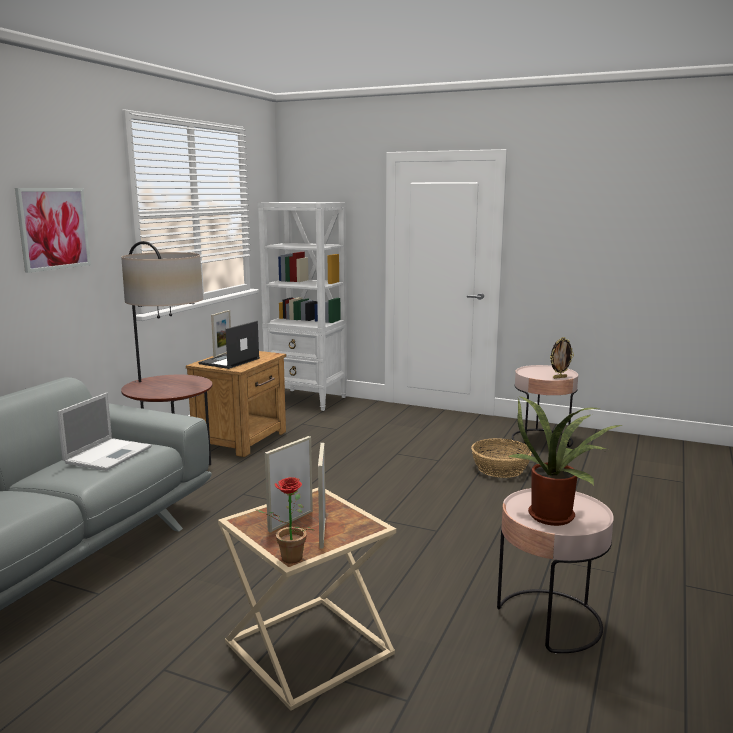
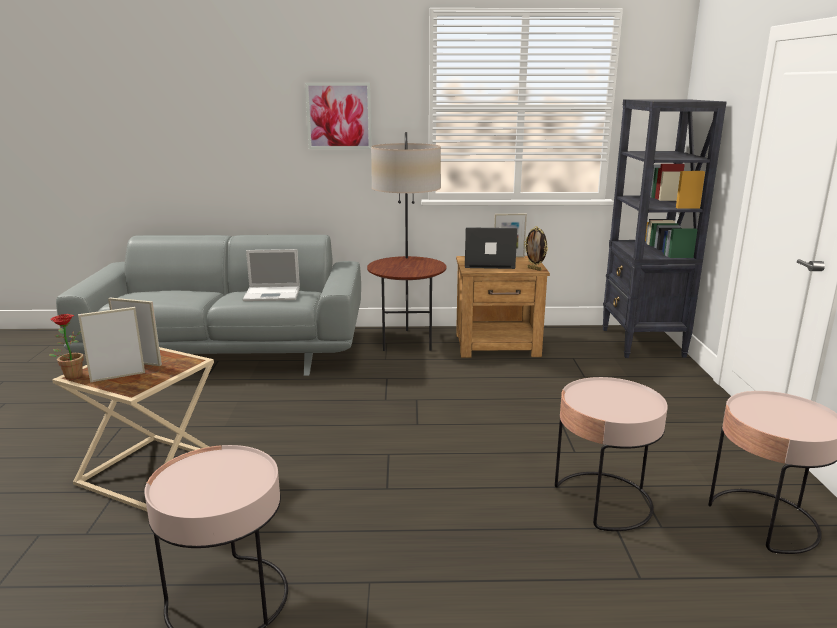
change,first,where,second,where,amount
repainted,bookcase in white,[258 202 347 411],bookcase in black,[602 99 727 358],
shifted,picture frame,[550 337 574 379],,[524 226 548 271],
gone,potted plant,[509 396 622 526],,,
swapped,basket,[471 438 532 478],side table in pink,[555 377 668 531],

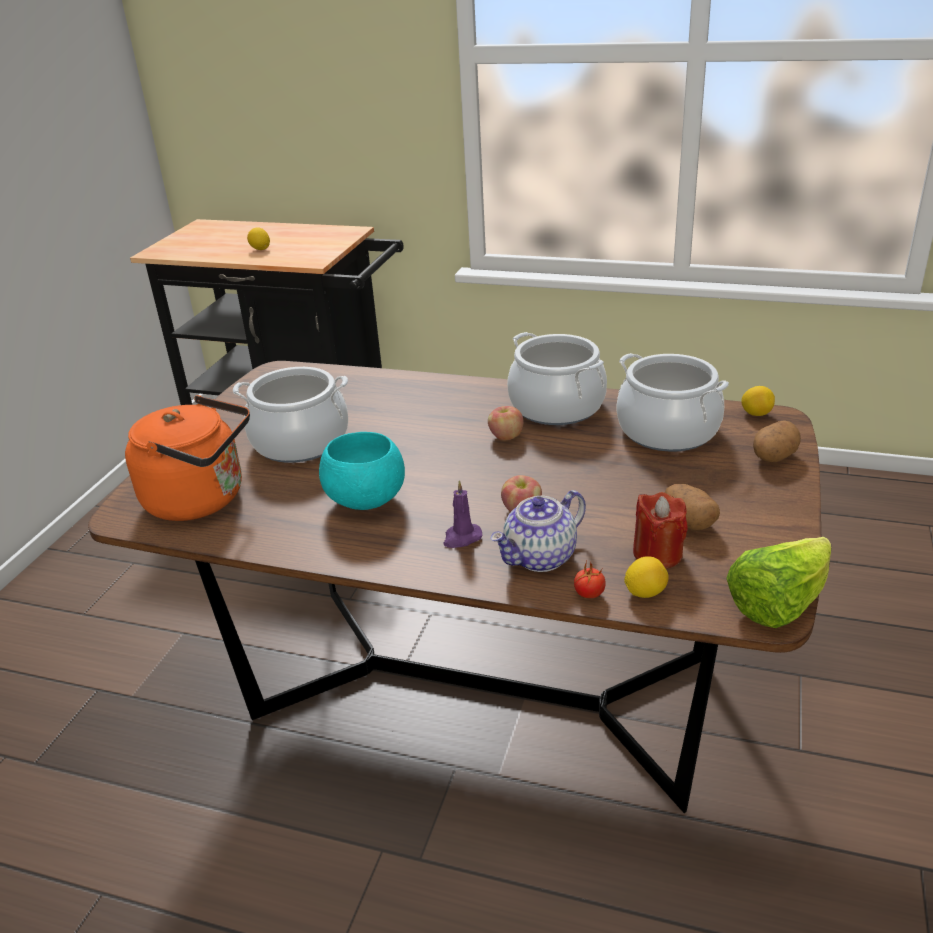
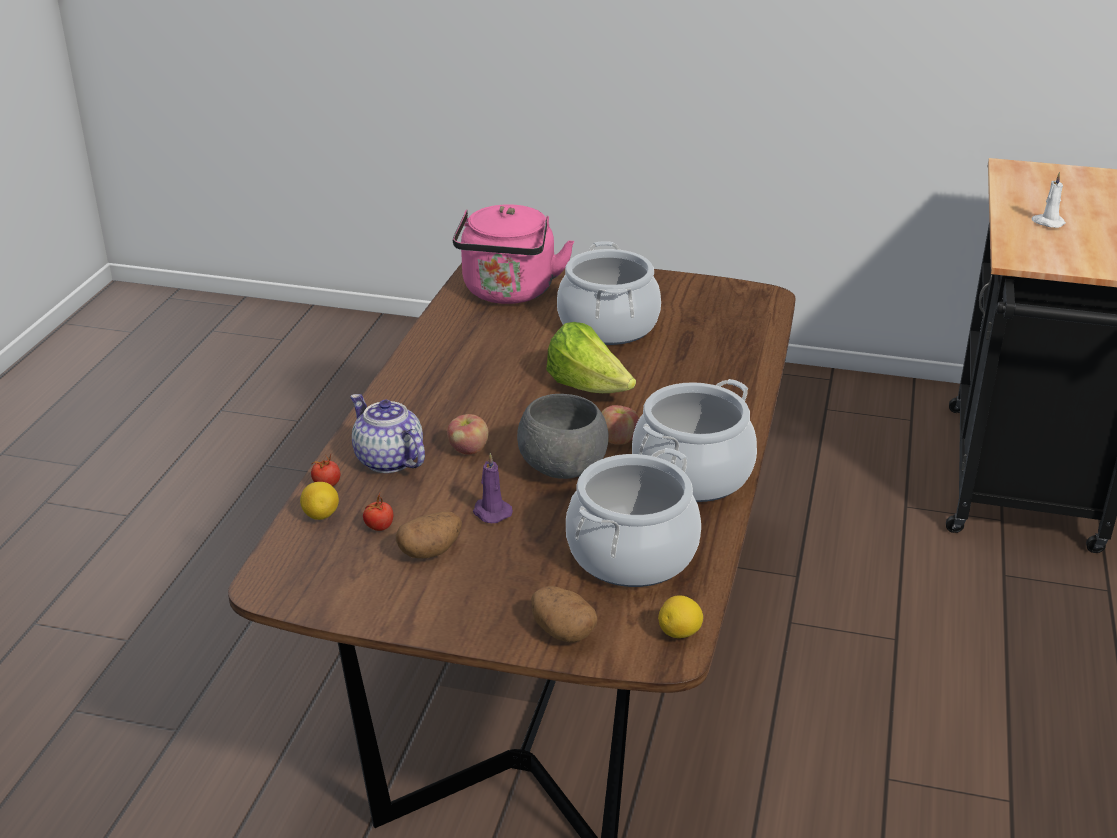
change,first,where,second,where,amount
swapped,lemon,[247 227 270 250],candle in white,[1031 172 1066 228],
repainted,kettle in orange,[125 395 250 521],kettle in pink,[453 204 574 304],
gone,bowl in turquoise,[319 432 405 510],,,
shifted,candle in purple,[443 480 482 548],,[473 453 513 523],
swapped,candle in red,[633 492 688 569],tomato,[363 494 393 531],
shifted,lettuce,[726 537 831 628],,[546 322 636 393],
new,,,bowl in grey,[517 394 609 479],

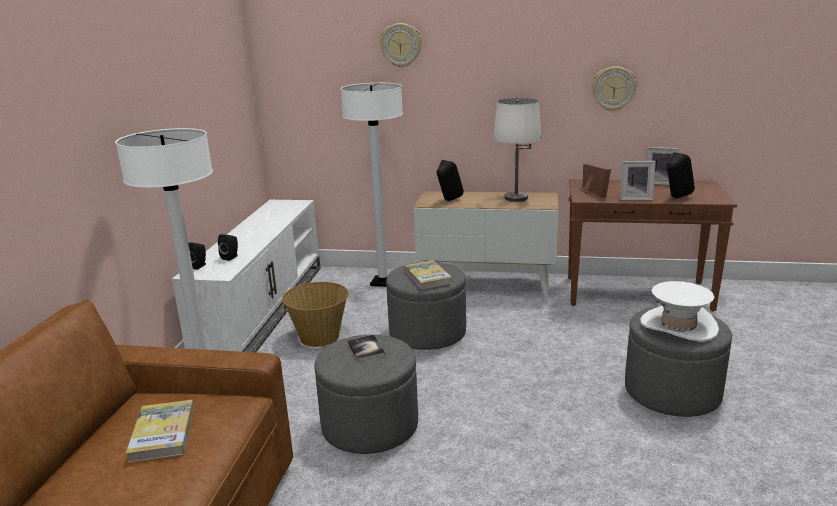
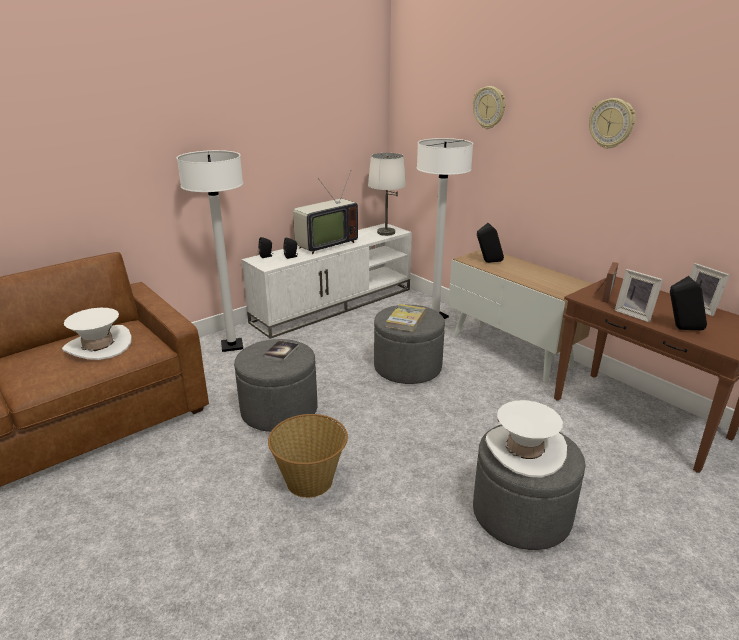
change,first,where,second,where,amount
shifted,wall clock,[592 66 637 112],,[589 98 635 149],
shifted,table lamp in white,[493 98 542 202],,[368 153 406 236],
shifted,basket,[282 282 349 347],,[268 414 348 498],
swapped,book,[126 400 194 463],hat in white,[62 308 132 360],
new,,,television,[293 171 358 254],

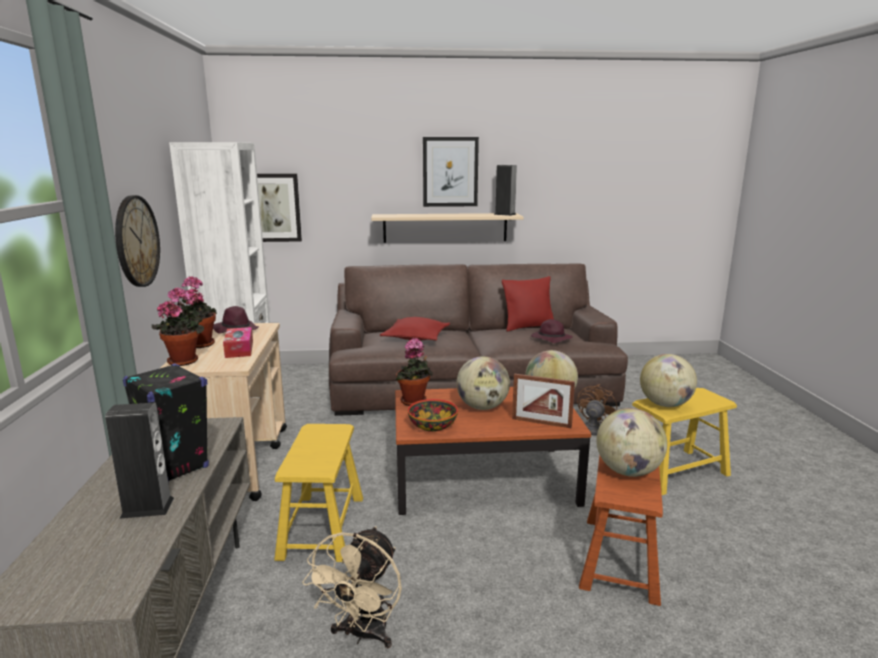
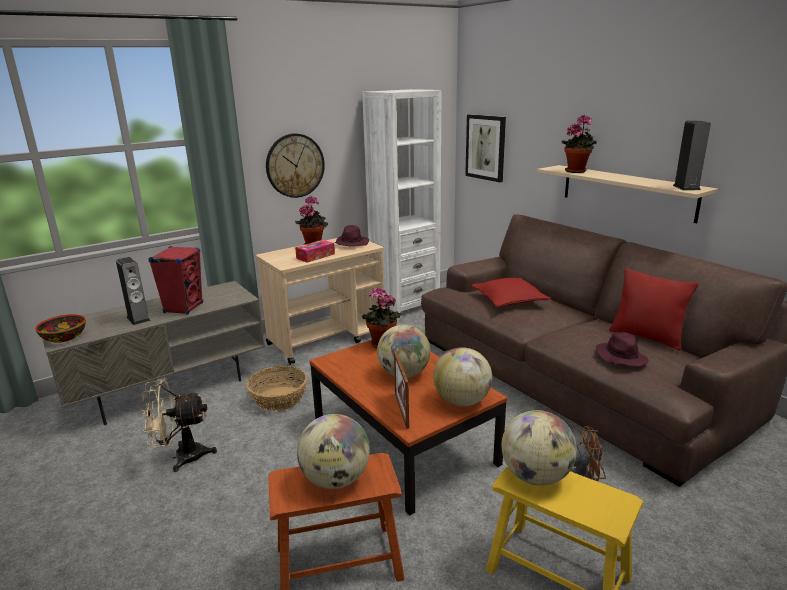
change,first,where,second,where,amount
gone,picture,[423 137 479 207],,,
shifted,potted plant,[152 287 204 366],,[561 115 597 173],
repainted,speaker in black,[123 364 209 481],speaker in red,[148 246 203 314],
shifted,bowl,[408 399 458 432],,[35 314 86 343],
swapped,stool in yellow,[274 424 363 562],basket,[247 366 307 411],

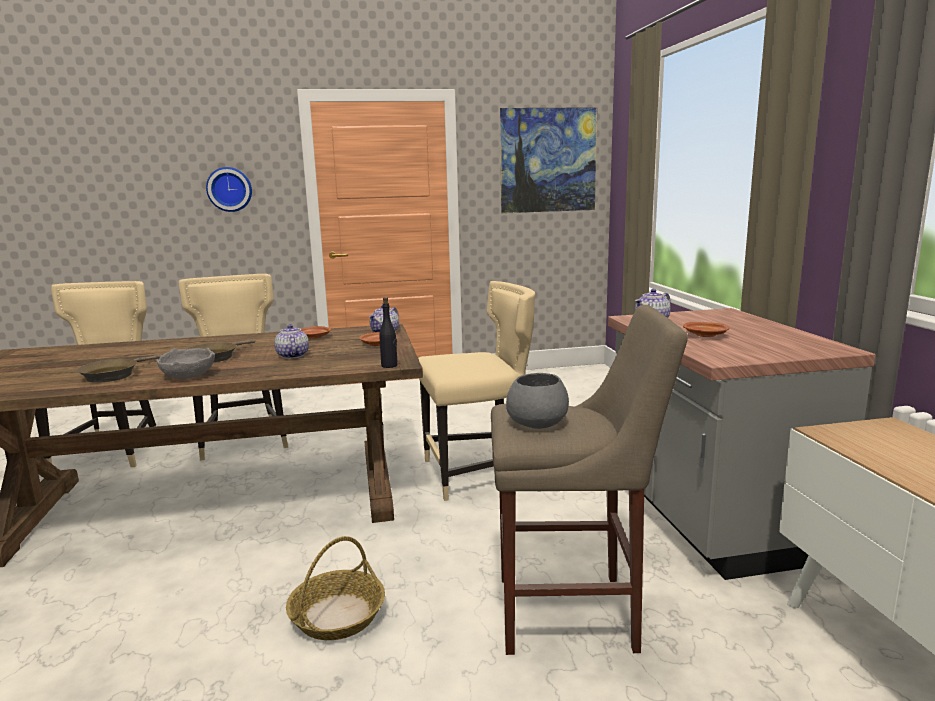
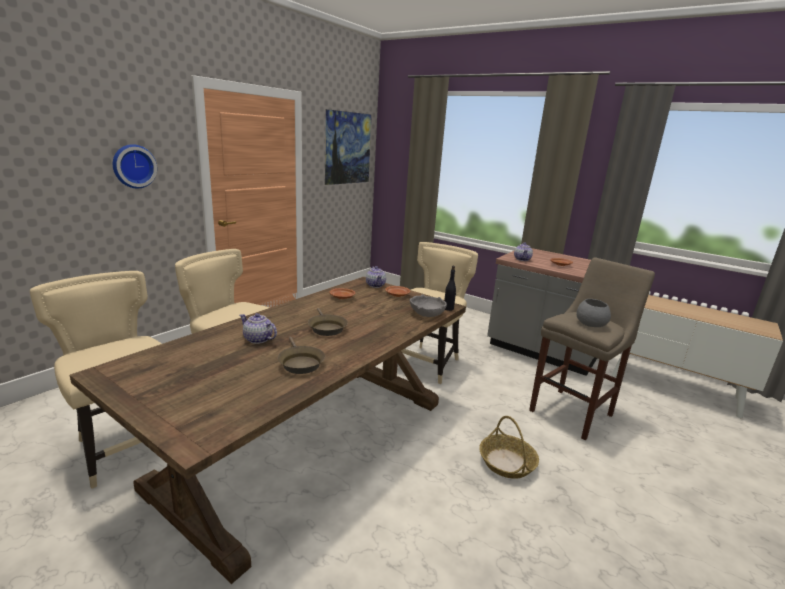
change,first,where,second,where,amount
shifted,teapot,[274 324 309 359],,[240 313 277 344],
shifted,bowl in grey,[156 348 215 378],,[410 294 447 317],

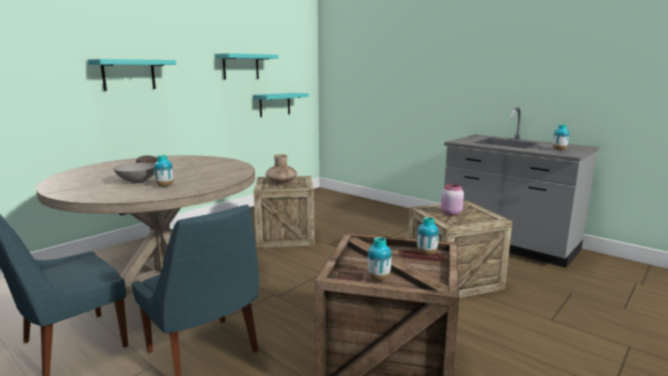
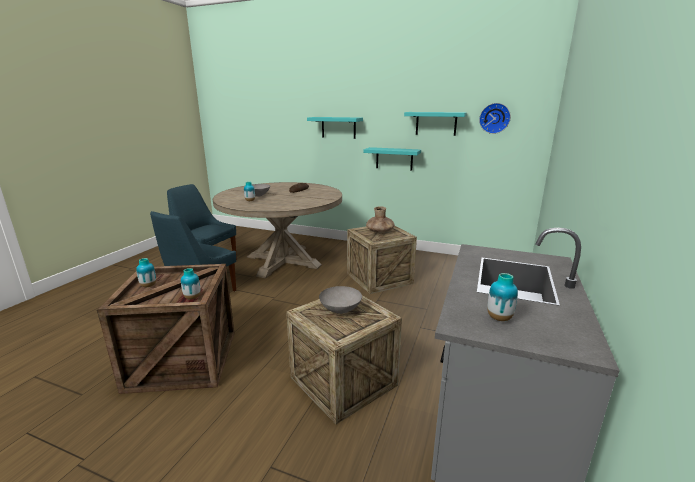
change,first,where,second,where,amount
shifted,shelf in turquoise,[253 93 309 117],,[363 147 421 170],
swapped,jar in pink,[441 184 464 215],bowl in grey,[319 286 362 314],
new,,,wall clock,[479 103 511 134],

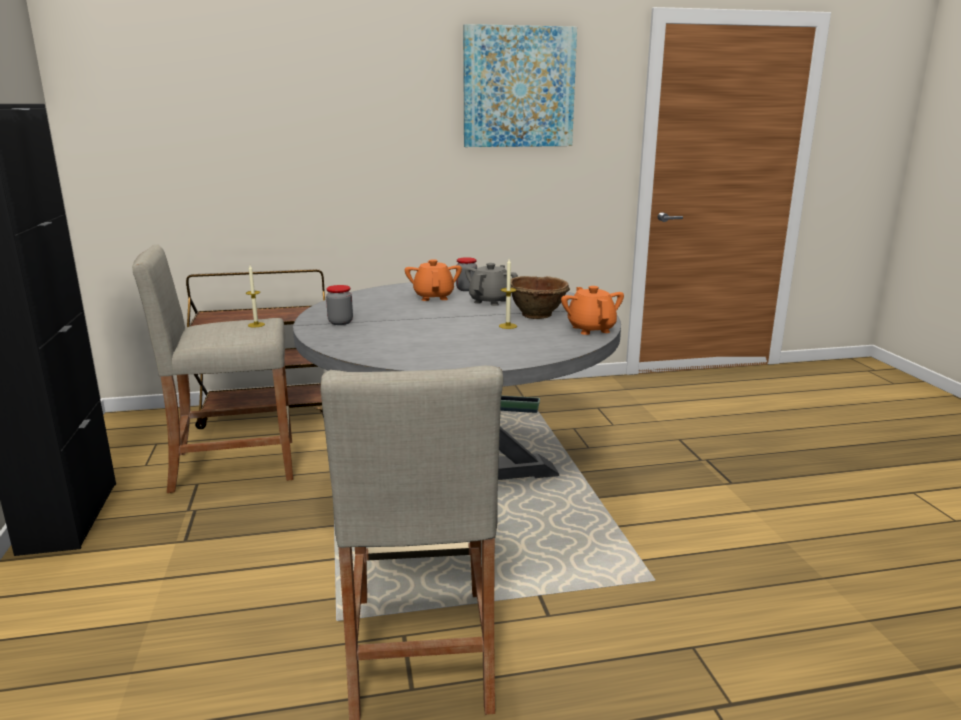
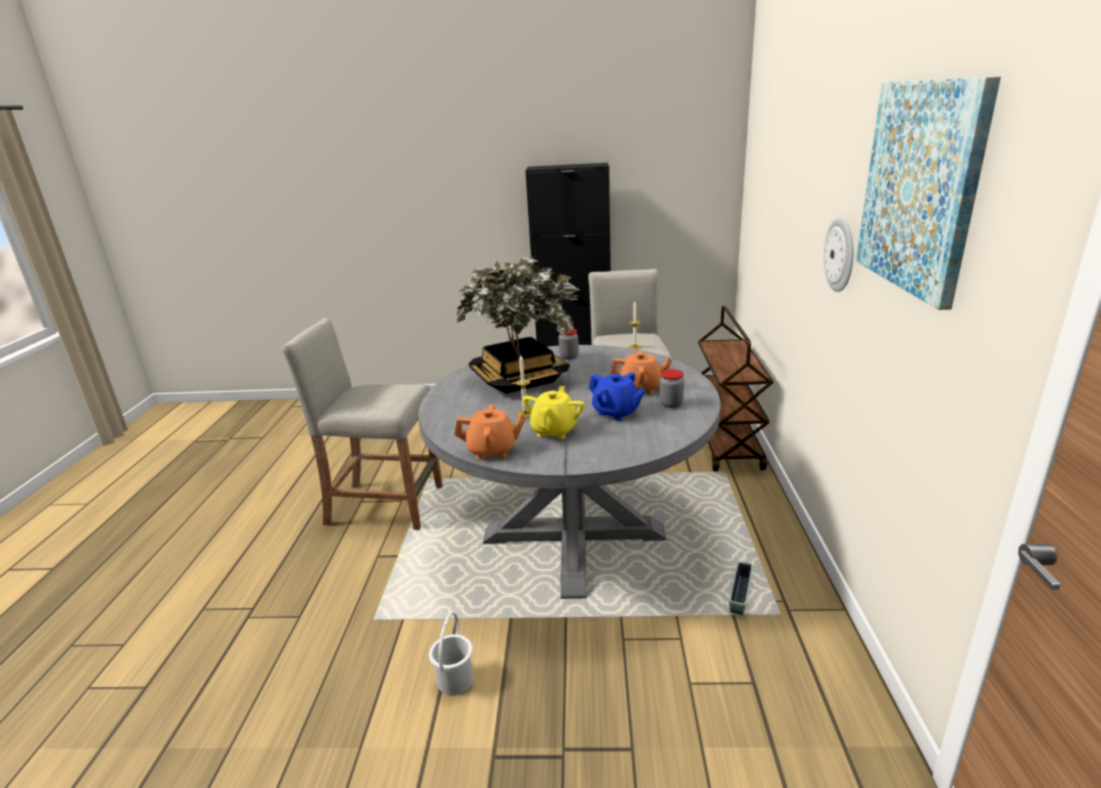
change,first,where,second,where,amount
repainted,teapot in grey,[465 263 518 306],teapot in blue,[589 372 646 421],
swapped,bowl in brown,[511 276 570 319],teapot in yellow,[522 386 584 439],
new,,,wall clock,[824 218 853 292],
new,,,potted plant,[456 256 580 394],
new,,,bucket in white,[429 612 473 695],

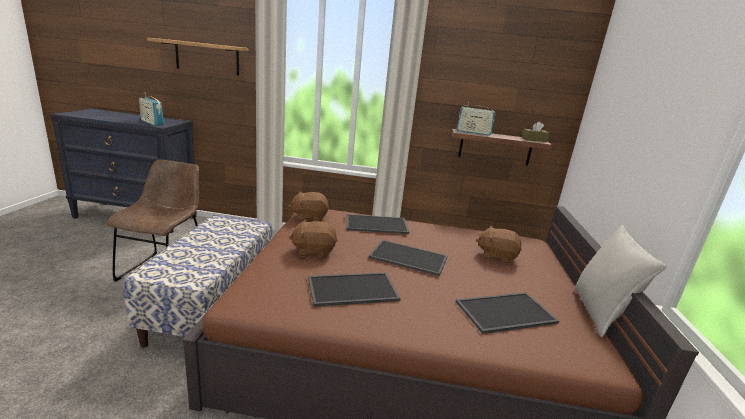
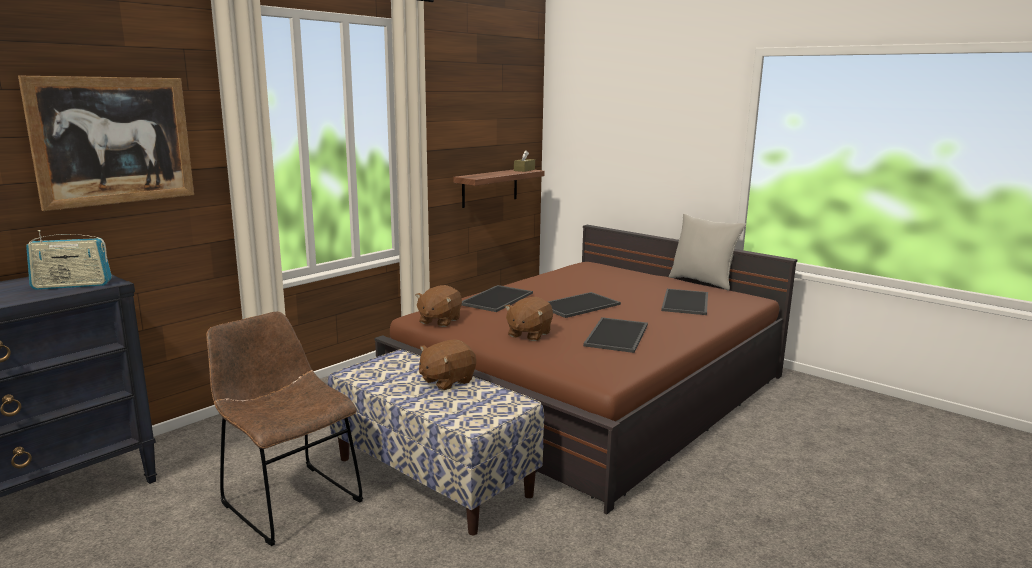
change,first,where,second,where,amount
swapped,shelf,[147 38 248 75],picture,[18 76 194 211],
gone,radio,[457 101 495 135],,,
shifted,plush toy in brown,[476 226 522 264],,[419 339 476 390],

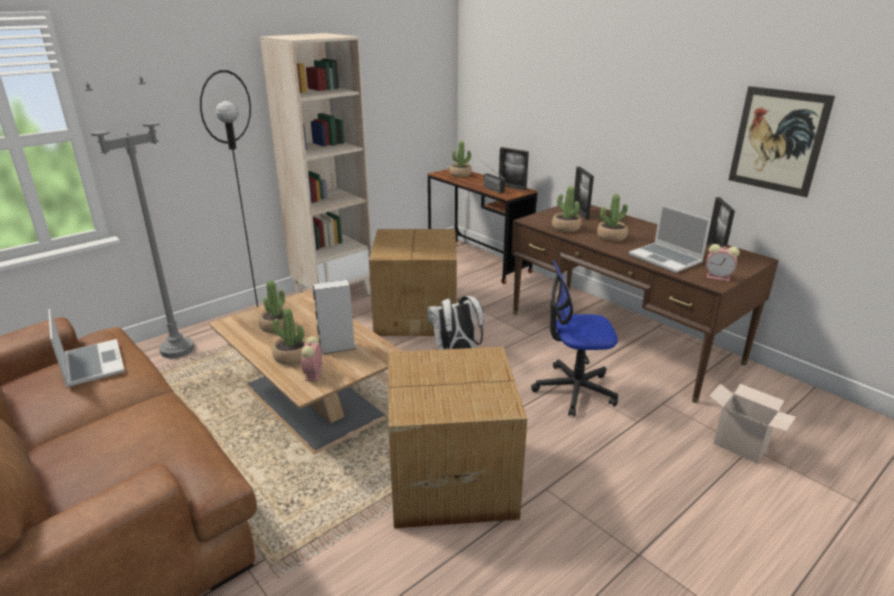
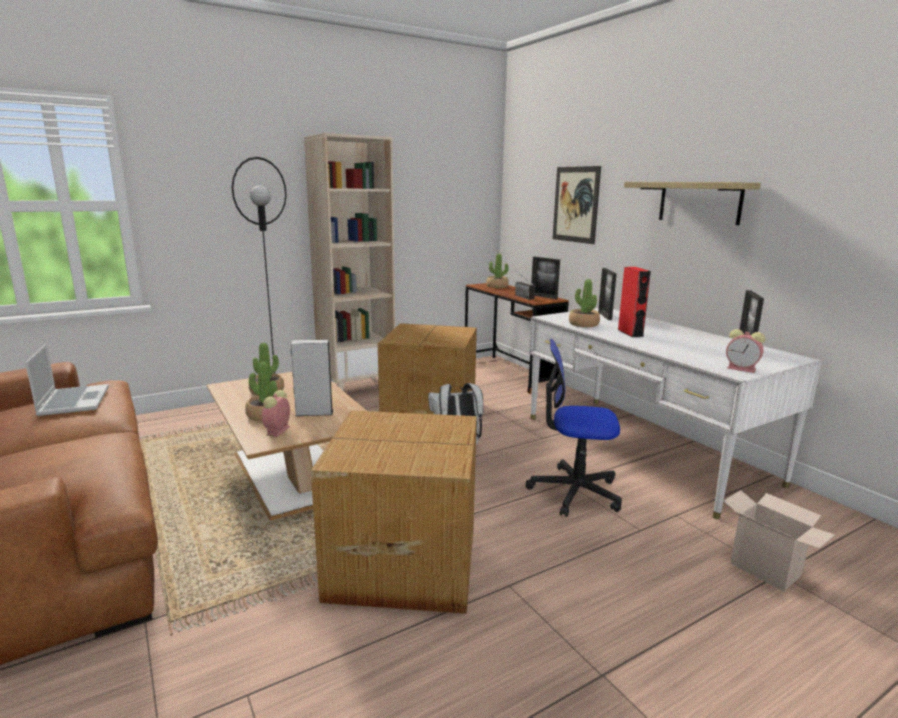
change,first,where,second,where,amount
gone,floor lamp in grey,[85 76 194 358],,,
shifted,picture,[728 86 835 197],,[553 166 601 244],
swapped,potted plant,[597 194 628 242],speaker in red,[618 267 651 337],
repainted,desk in brown,[511 204 779 403],desk in white,[529 308 822 519],
gone,laptop,[629 204 711 273],,,
new,,,shelf,[624 182 761 225],

